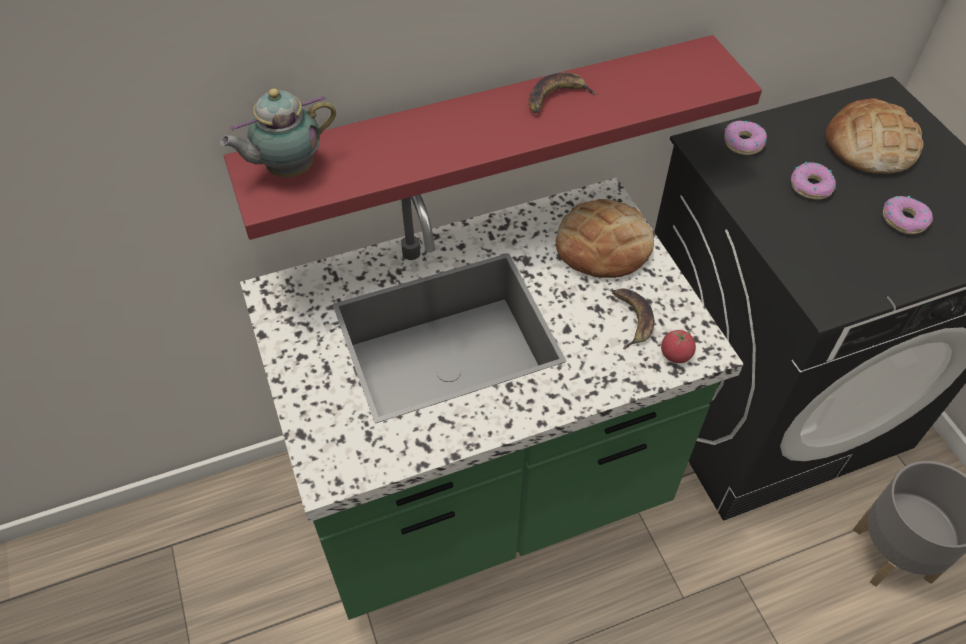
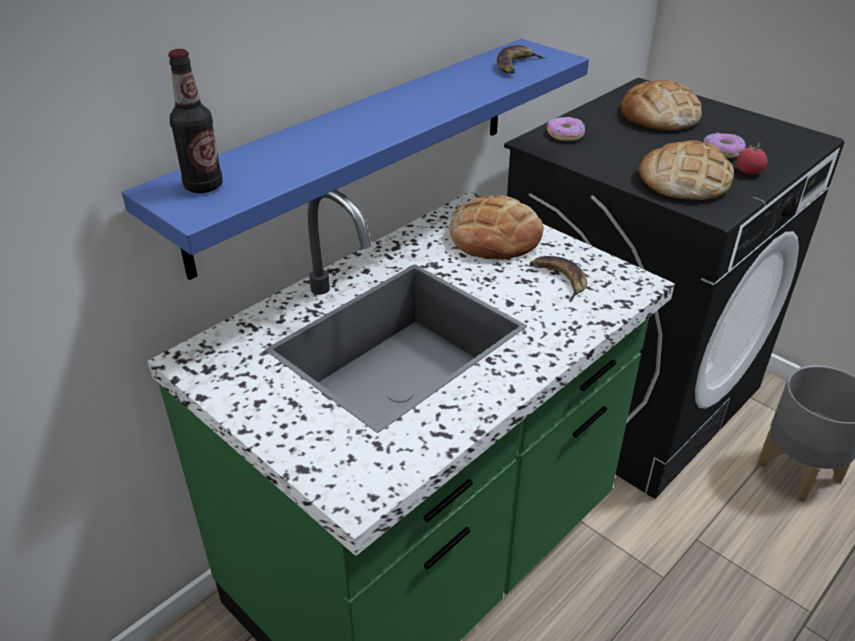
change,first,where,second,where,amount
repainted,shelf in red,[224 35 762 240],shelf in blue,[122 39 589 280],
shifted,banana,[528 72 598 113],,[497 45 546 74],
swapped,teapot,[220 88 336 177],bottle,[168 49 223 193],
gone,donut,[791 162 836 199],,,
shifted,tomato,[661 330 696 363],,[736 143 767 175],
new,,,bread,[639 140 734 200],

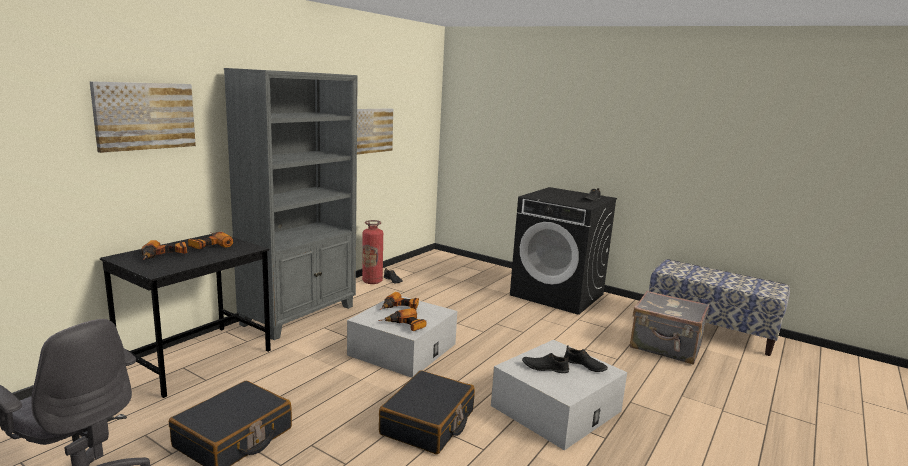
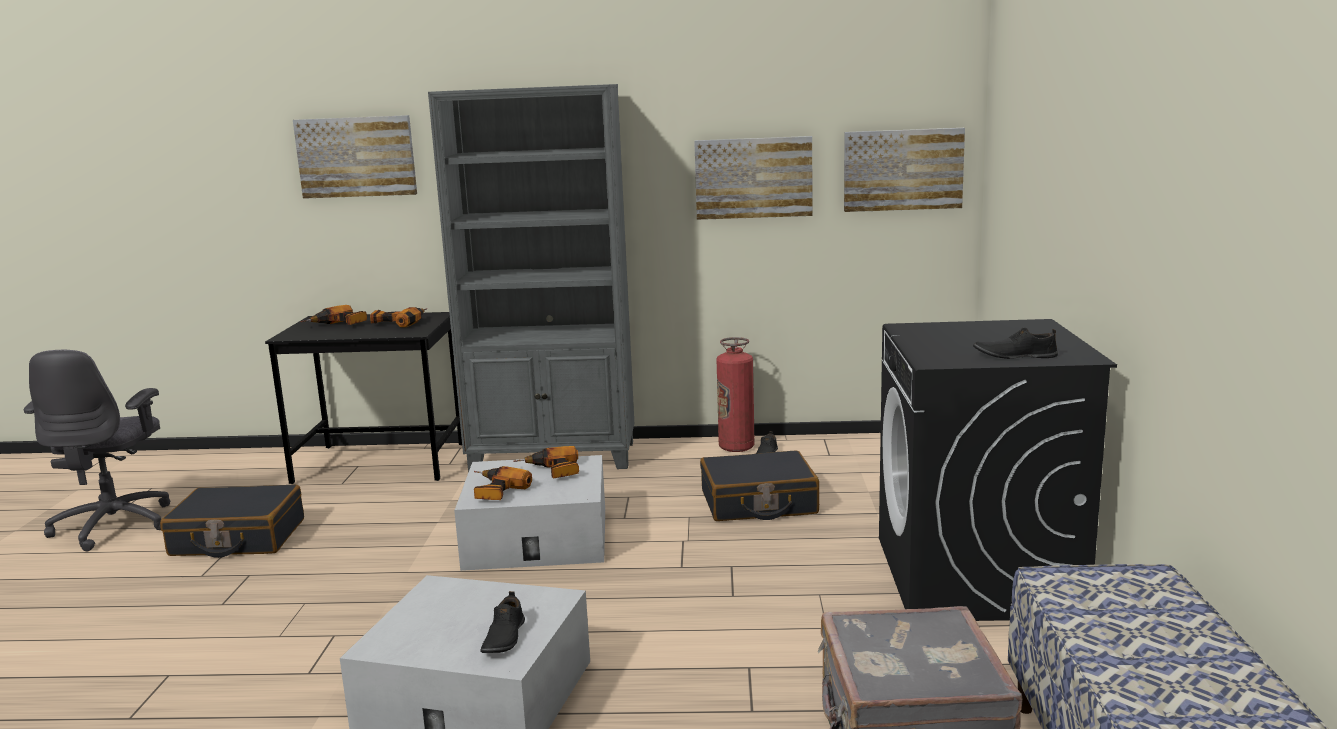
change,first,where,second,where,amount
gone,shoe in black,[522 353 569 373],,,
shifted,suitcase in black,[379 371 475 454],,[700 450 819 521],
new,,,picture,[844 128 965 212],

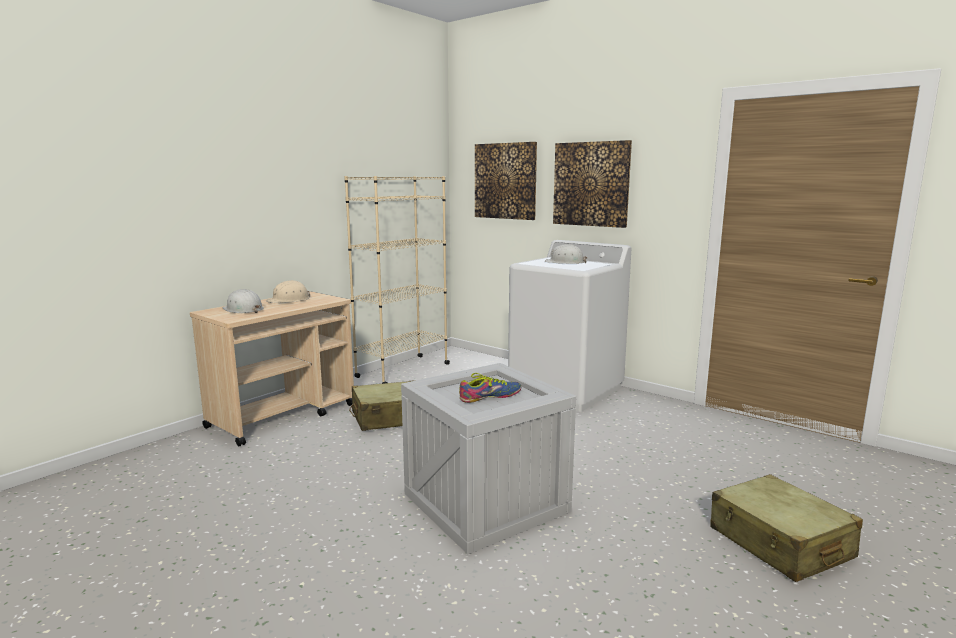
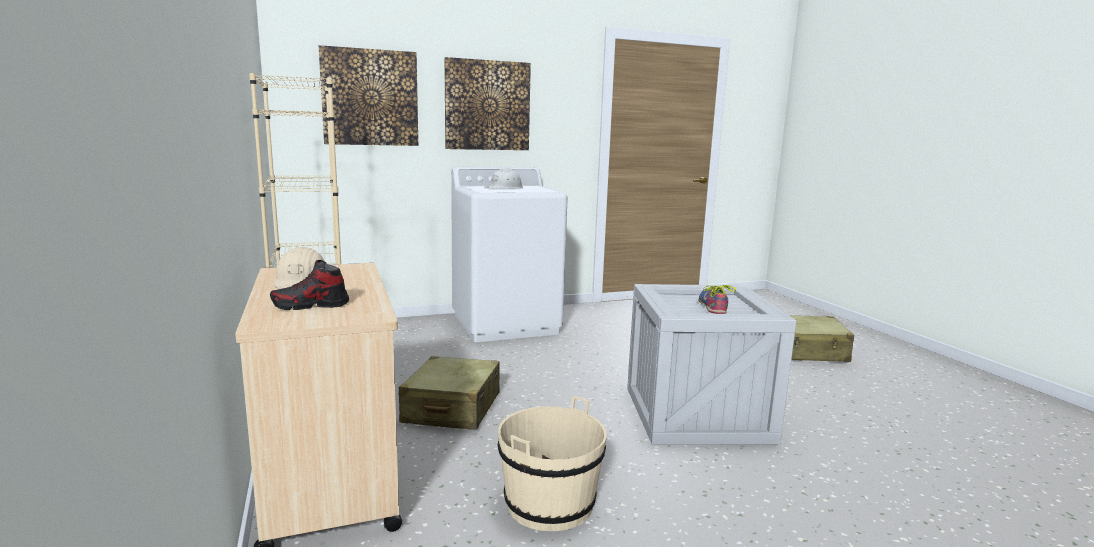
change,first,where,second,where,amount
swapped,hard hat in white,[222 289 264 313],shoe,[270 260 349 310],
new,,,bucket in beige,[498 395 607 531],

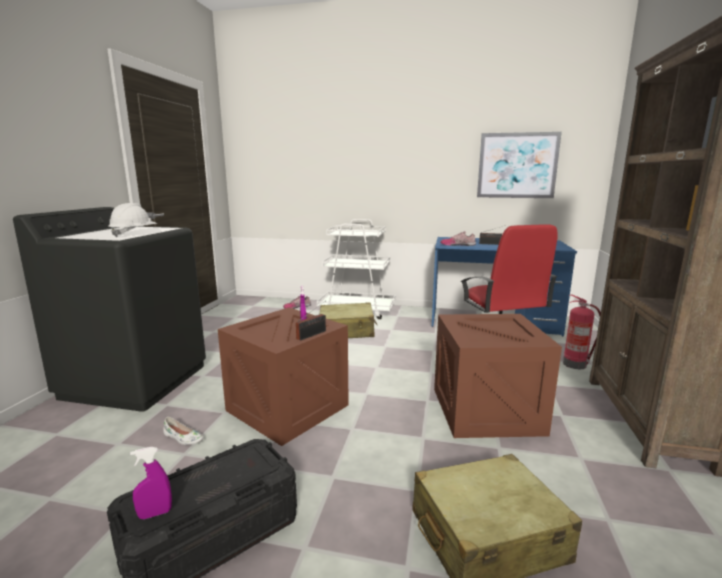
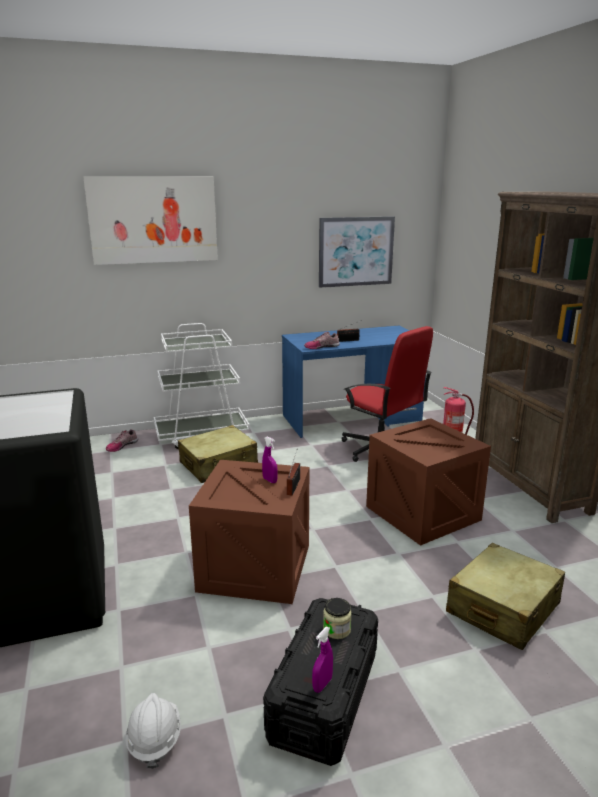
change,first,where,second,where,amount
shifted,hard hat in white,[109 203 157 237],,[125 693 181 769],
gone,shoe in white,[163 417 204 445],,,
new,,,picture,[83 176 218 265],
new,,,jar,[323 598 352 639],

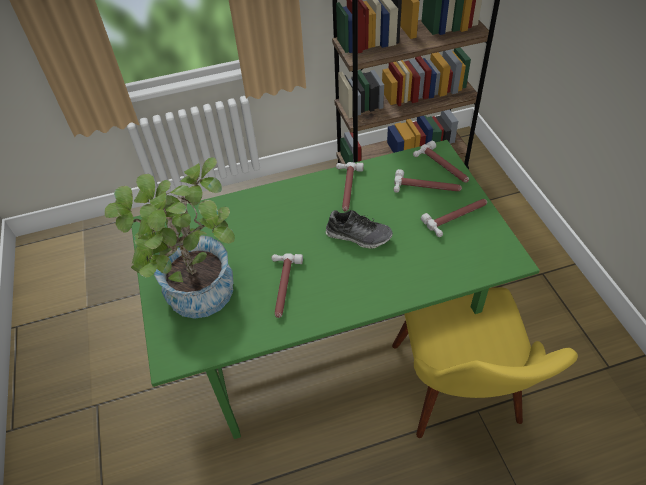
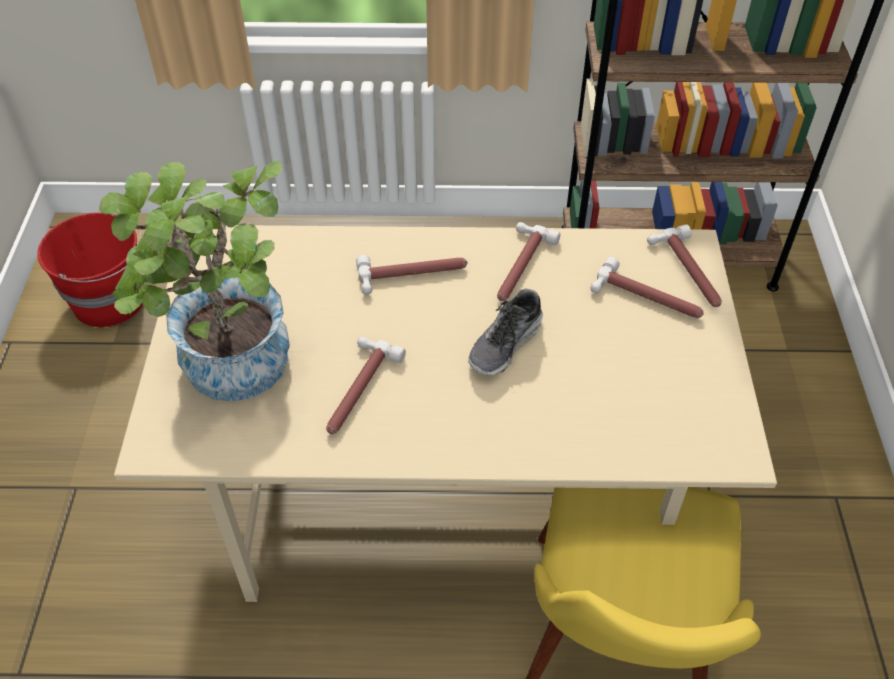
change,first,where,second,where,amount
repainted,dining table in green,[132 140 540 439],dining table in beige,[114 225 777 602],
shifted,hammer,[421 199 487 237],,[356 255 468 294],
rotated,shoe,[326 210 393 248],,[468 288 543 376],90 degrees clockwise
new,,,bucket in red,[37 212 143 327],

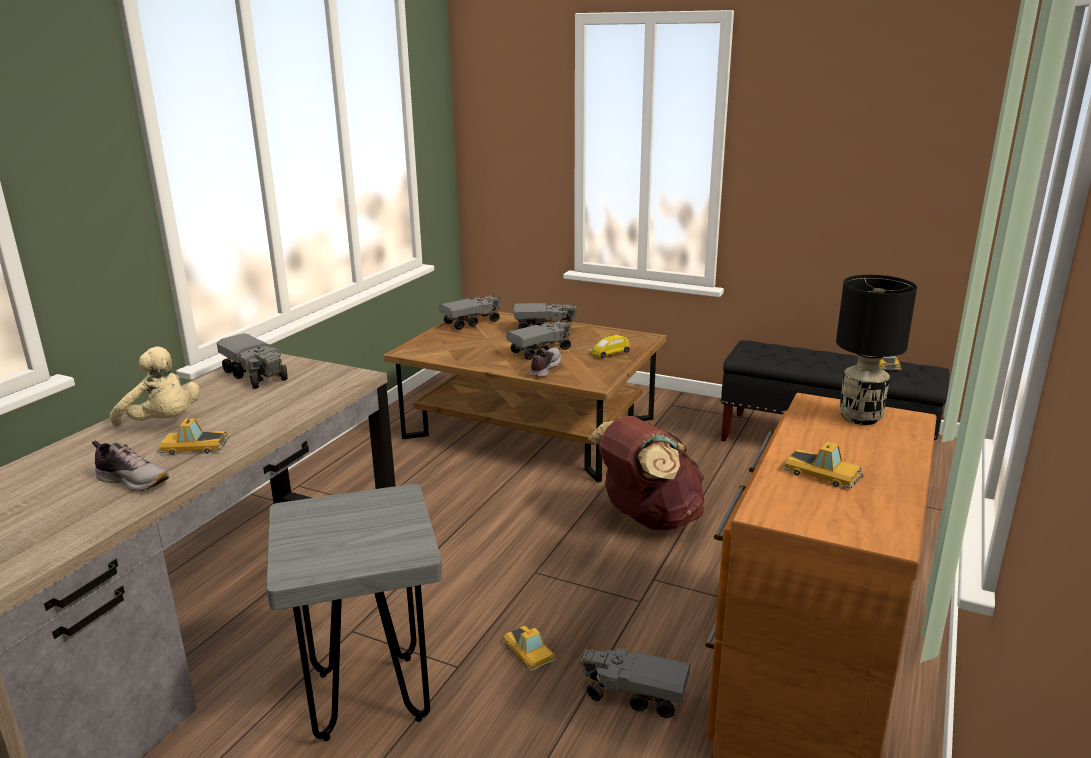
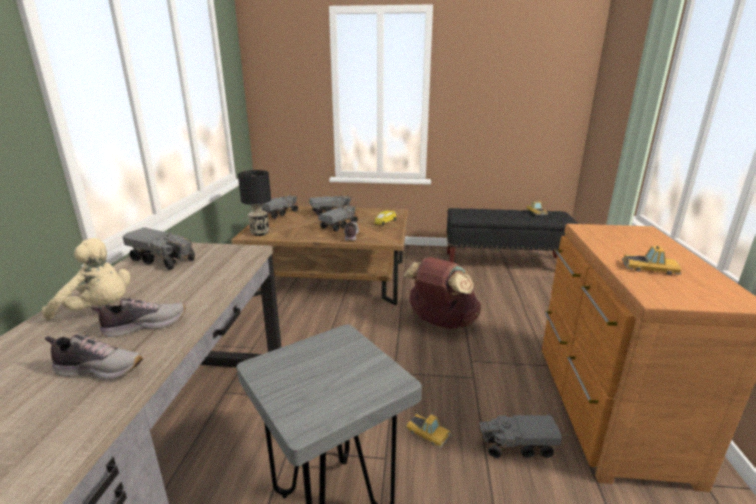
change,first,where,second,where,amount
shifted,table lamp in black,[836 275 917 425],,[238 170 271 236],
swapped,toy car,[158 418 229 455],shoe,[91 298 186 337],

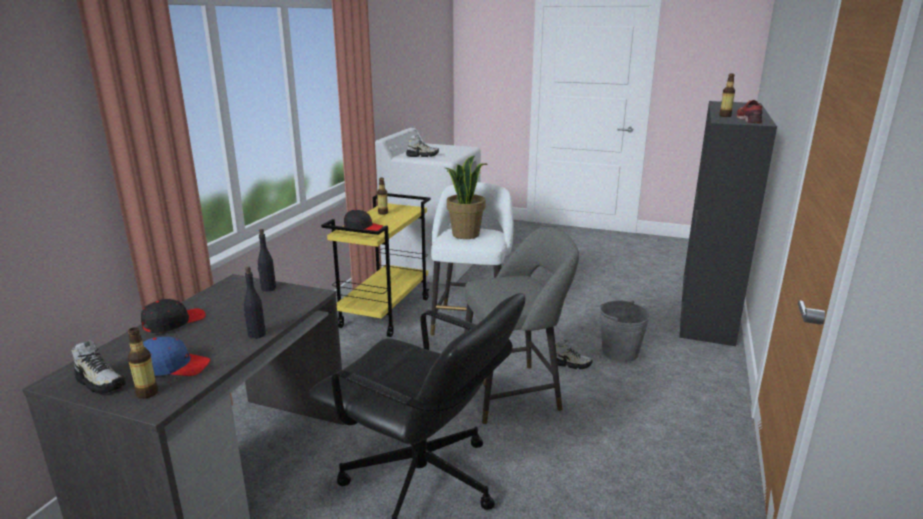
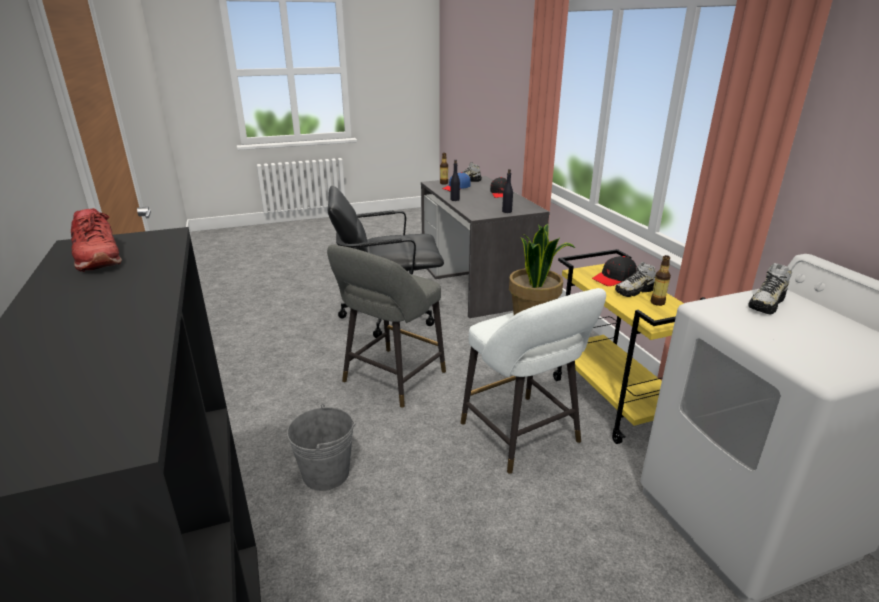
change,first,where,second,where,amount
gone,bottle,[719 74 735 117],,,
shifted,shoe,[556 340 593 369],,[615 262 656 297],

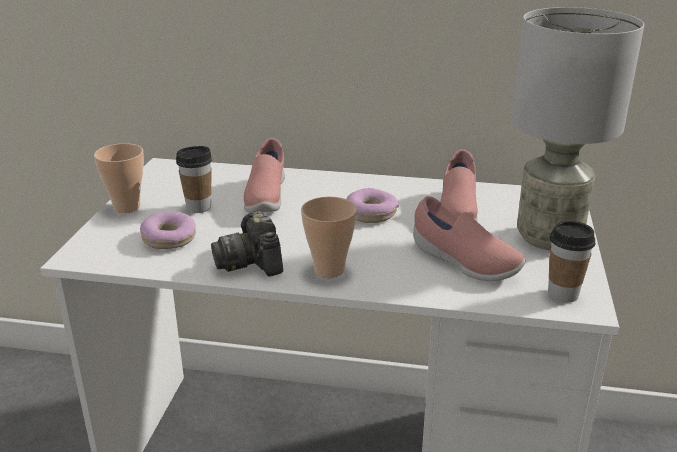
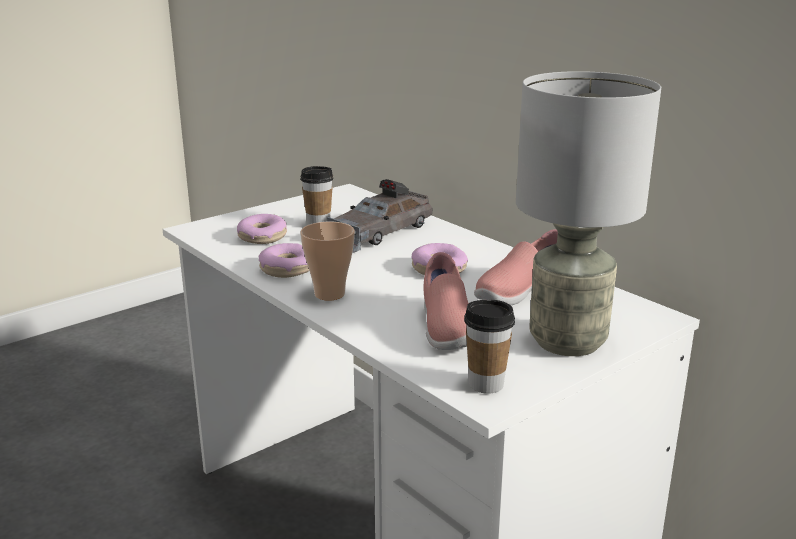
change,first,where,second,where,amount
swapped,shoe in pink,[244 138 285 213],toy car in grey,[327 179 432 253],
gone,cup,[94 144 144 213],,,
swapped,photo camera,[211 211 283 277],donut,[259 243 309 278],

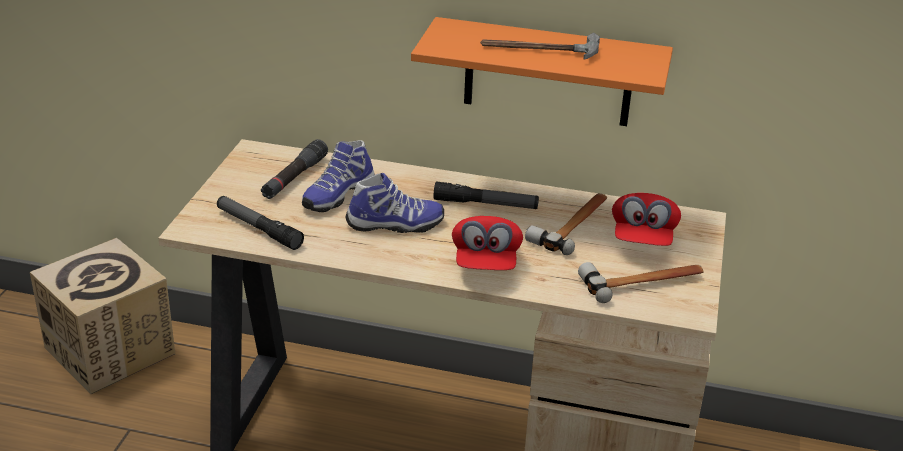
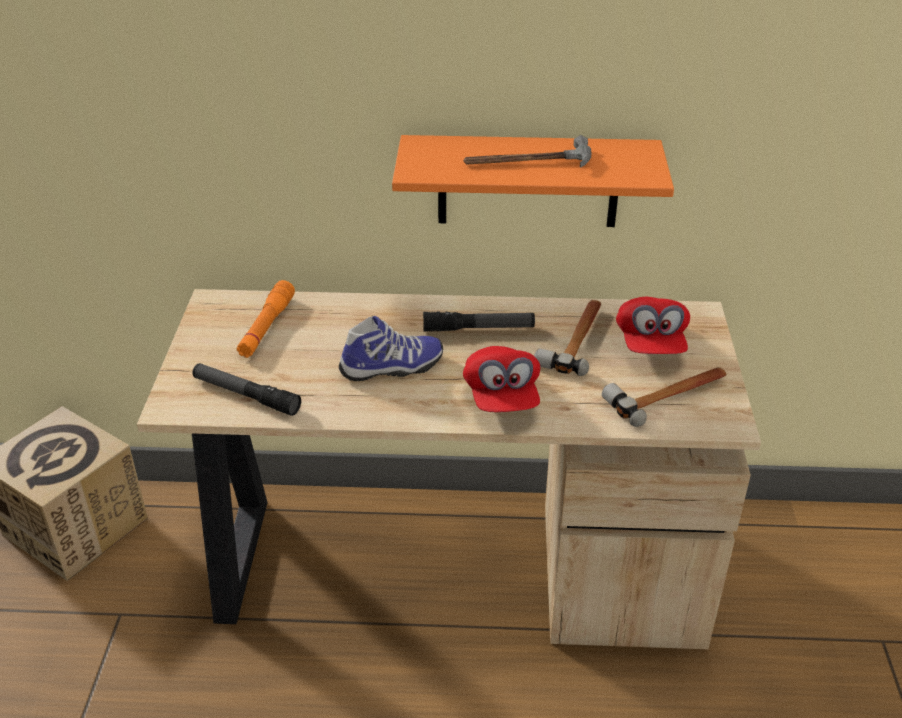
change,first,where,second,where,amount
repainted,flashlight in black,[261 139 328 199],flashlight in orange,[237 280 295 358],
gone,shoe,[302 140 375 212],,,

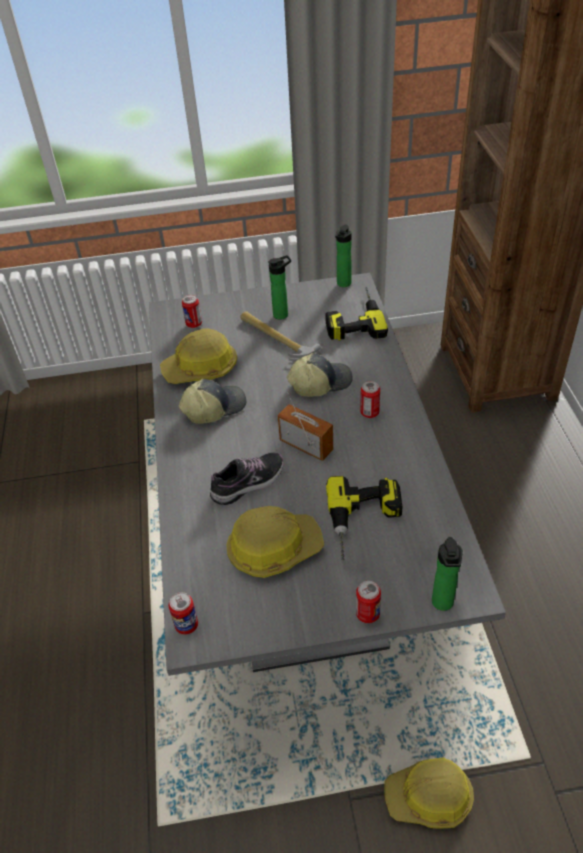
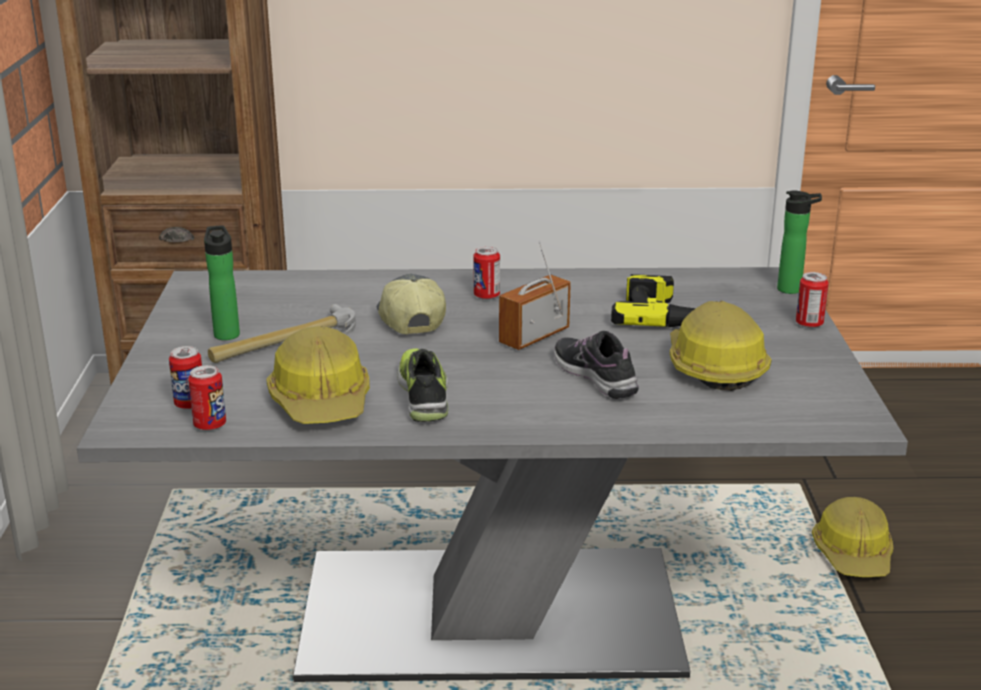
change,first,where,second,where,amount
gone,bottle,[335 224 352 287],,,
gone,power drill,[325 287 388 341],,,
swapped,cap,[179 379 246 424],shoe,[397 348 448 422],
shifted,can,[169 592 198 635],,[188 365 226 431],

